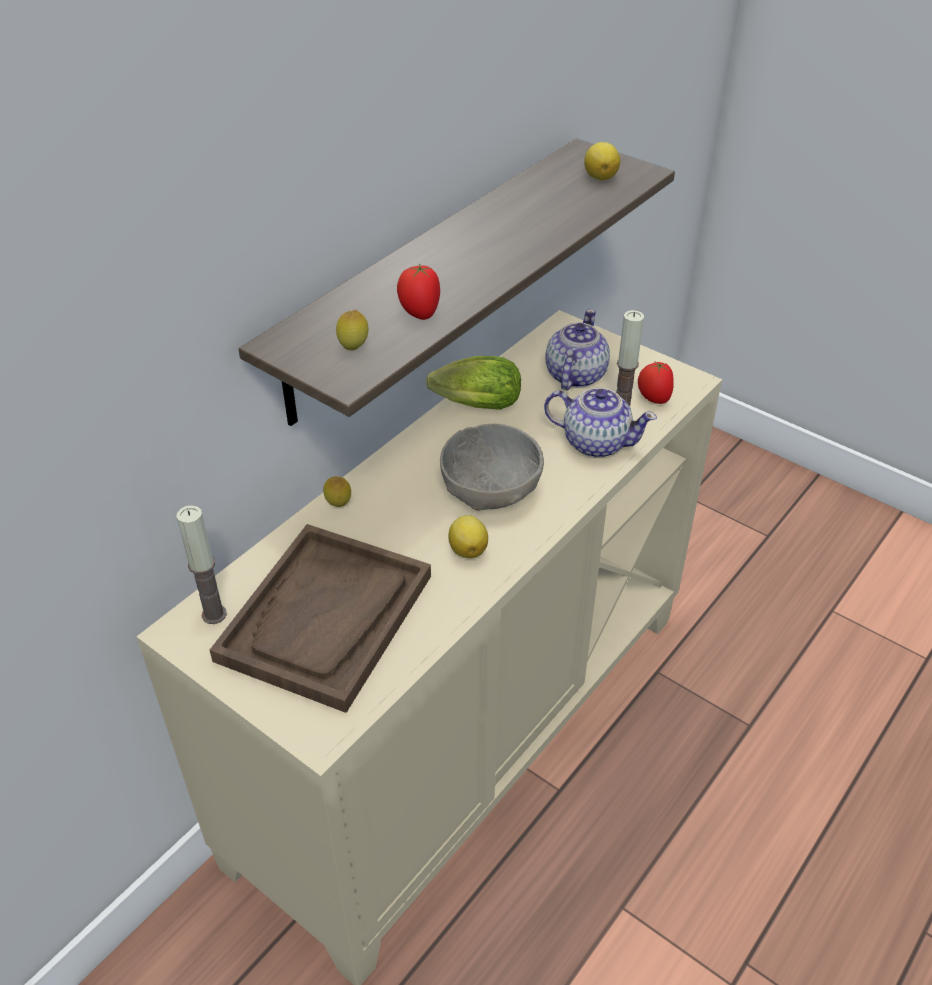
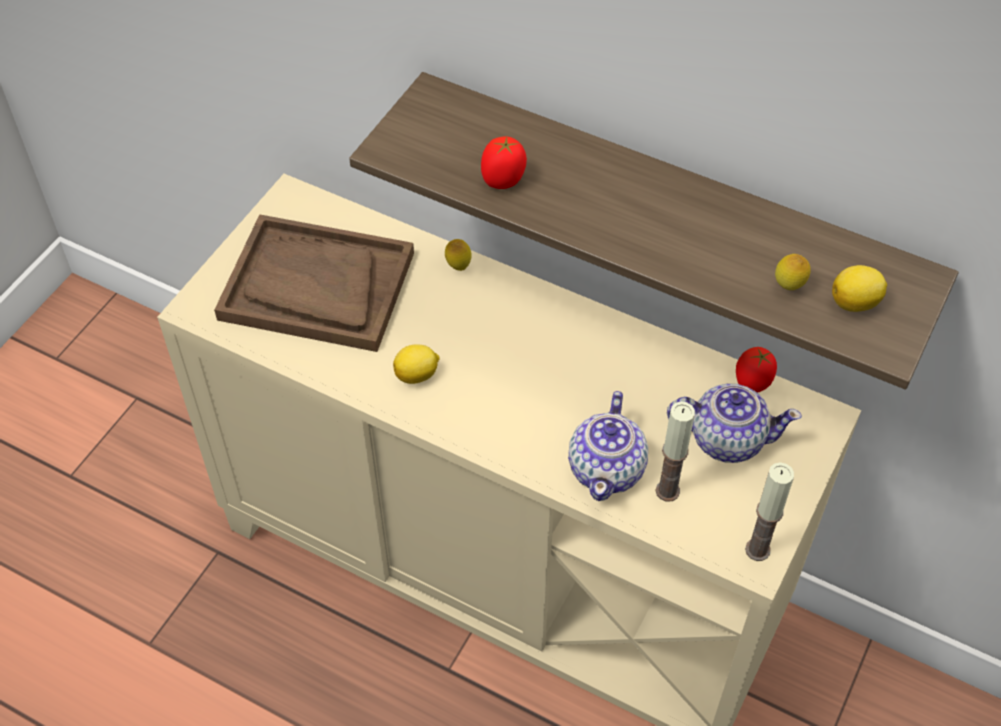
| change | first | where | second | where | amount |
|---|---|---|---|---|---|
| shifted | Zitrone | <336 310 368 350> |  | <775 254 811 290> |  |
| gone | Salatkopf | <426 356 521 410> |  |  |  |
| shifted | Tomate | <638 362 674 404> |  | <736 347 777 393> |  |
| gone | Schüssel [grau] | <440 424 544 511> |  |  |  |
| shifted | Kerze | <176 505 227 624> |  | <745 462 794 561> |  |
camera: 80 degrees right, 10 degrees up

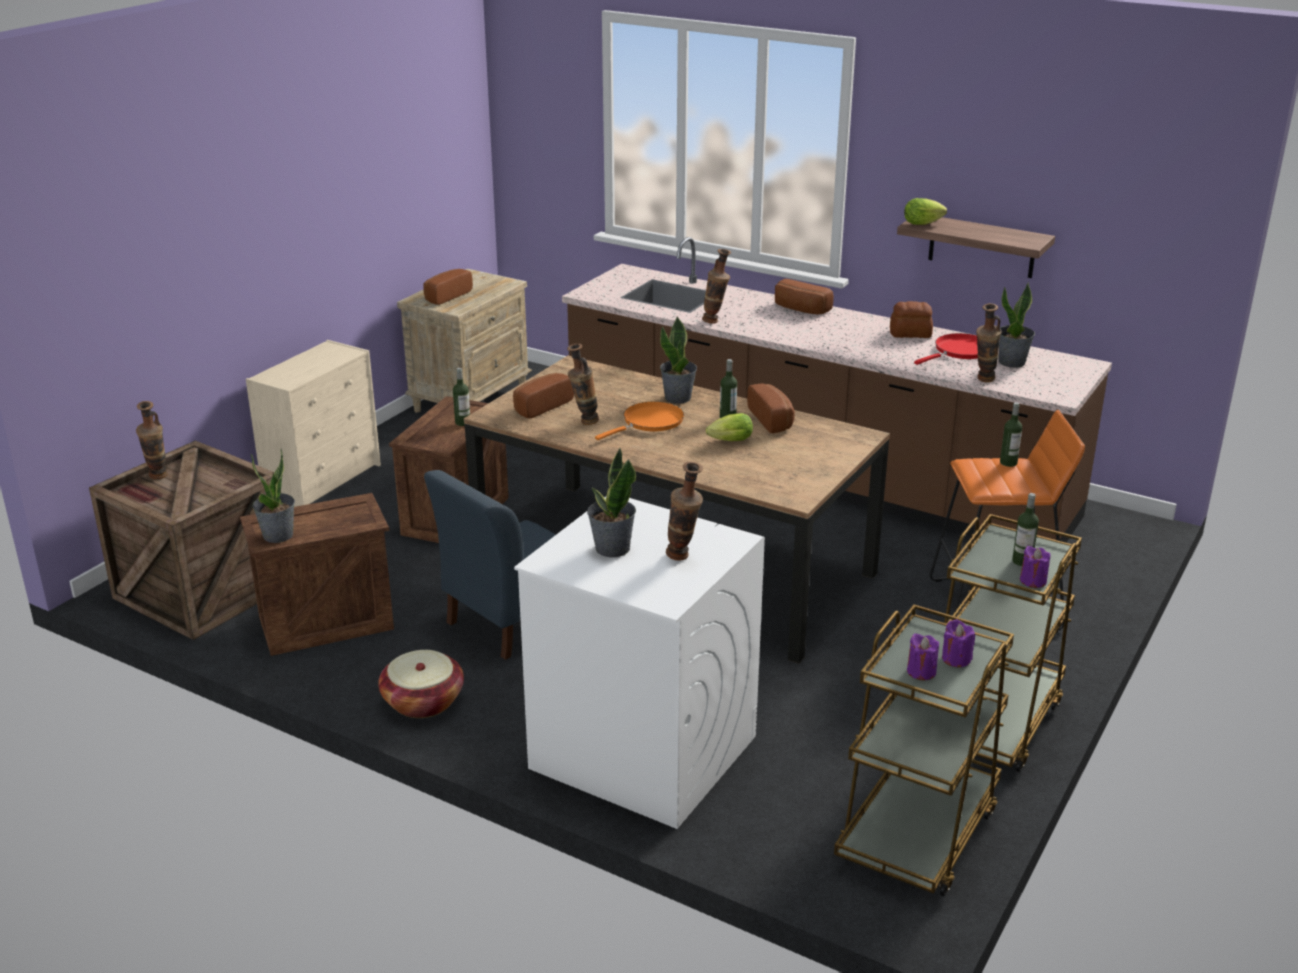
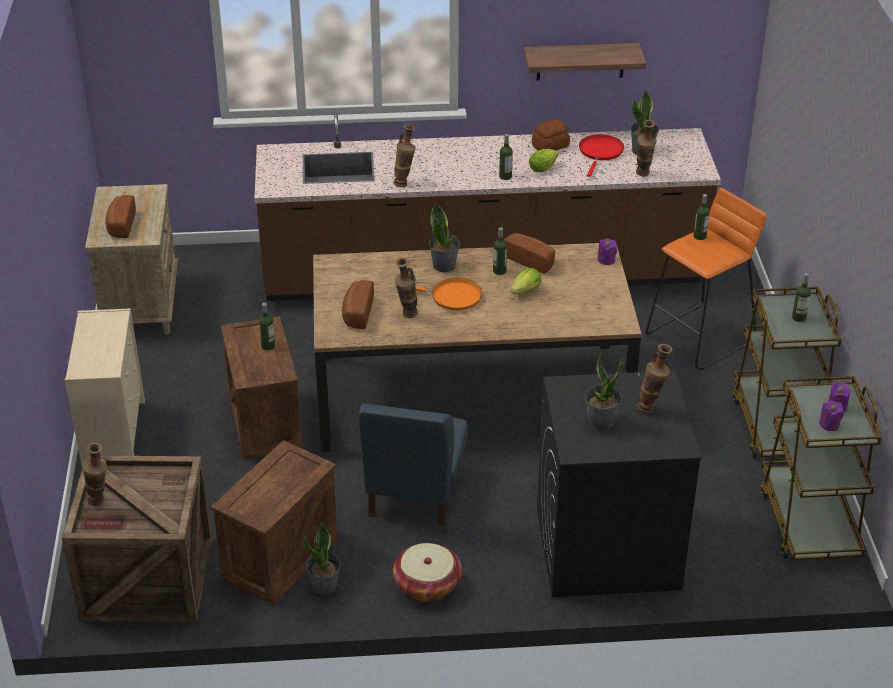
| change | first | where | second | where | amount |
|---|---|---|---|---|---|
| shifted | Salatkopf | <904 198 947 225> |  | <529 149 559 172> |  |
| gone | Brot | <775 279 834 315> |  |  |  |
| rotated | Pfanne [orange] | <595 401 684 440> |  | <396 278 482 311> | 90 degrees clockwise |
| shifted | Topfpflanze | <251 449 295 543> |  | <303 522 340 596> |  |
| repainted | Waschmaschine [weiß] | <514 497 765 829> | Waschmaschine [schwarz] | <537 371 702 597> |  |
| shifted | Kerze [lila] | <1020 546 1051 588> |  | <598 238 617 265> |  |
| new |  |  | Flasche | <499 134 513 180> |  |
camera: 35 degrees left, 10 degrees up

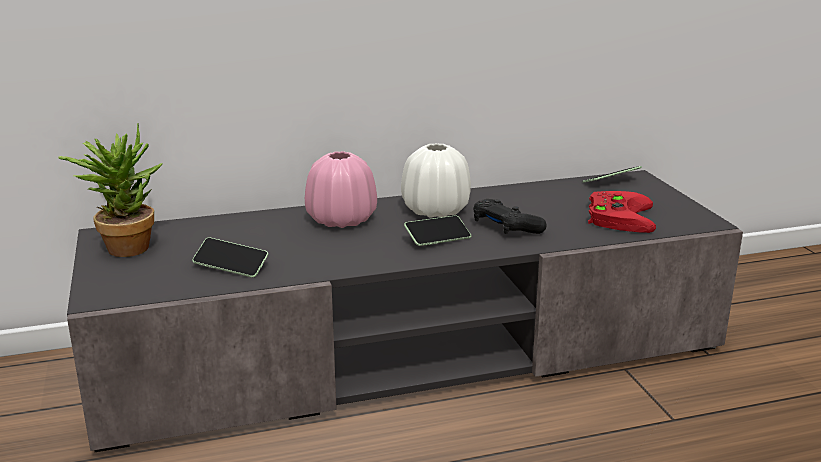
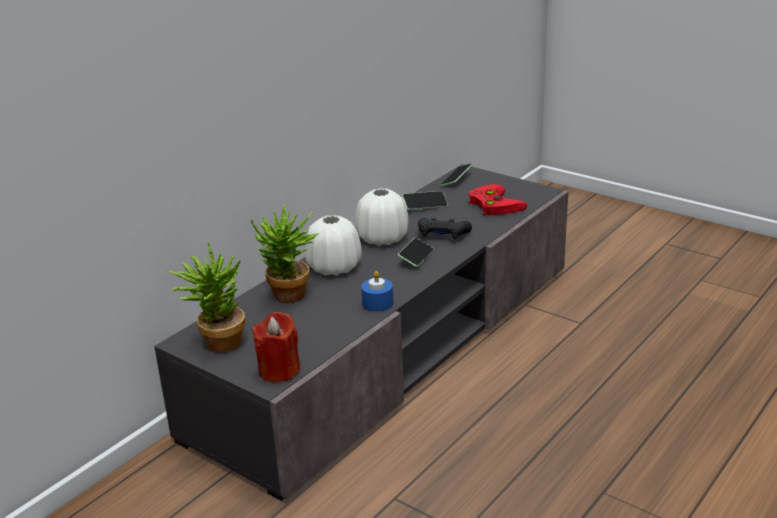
| change | first | where | second | where | amount |
|---|---|---|---|---|---|
| repainted | Vase [rosa] | <305 151 377 228> | Vase [weiß] | <305 215 362 276> |  |
| shifted | Handy | <192 237 268 278> |  | <402 191 448 210> |  |
| new |  |  | Topfpflanze | <251 204 320 303> |  |
| new |  |  | Kerze [blau] | <361 271 393 312> |  |
| new |  |  | Kerze [rot] | <252 312 300 382> |  |
camera: 35 degrees left, 5 degrees up

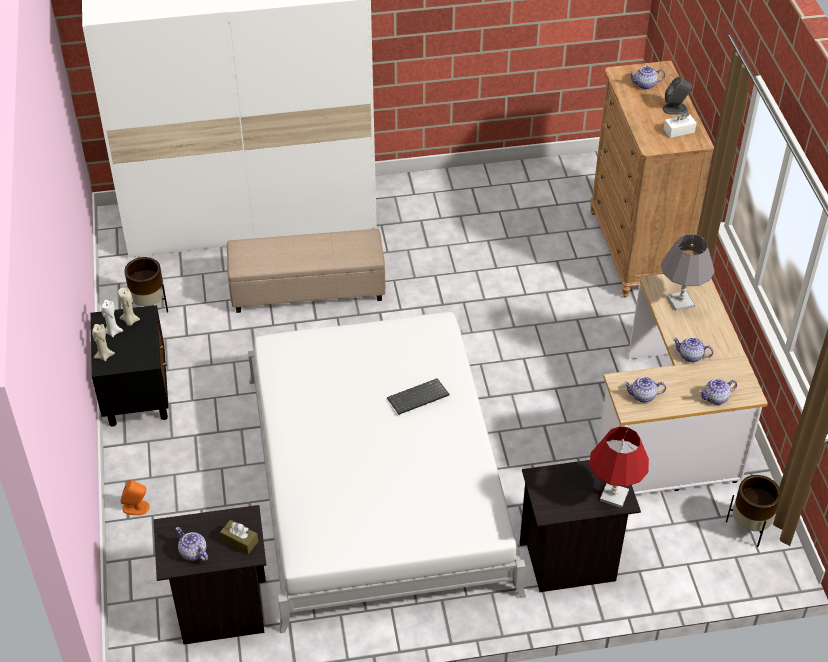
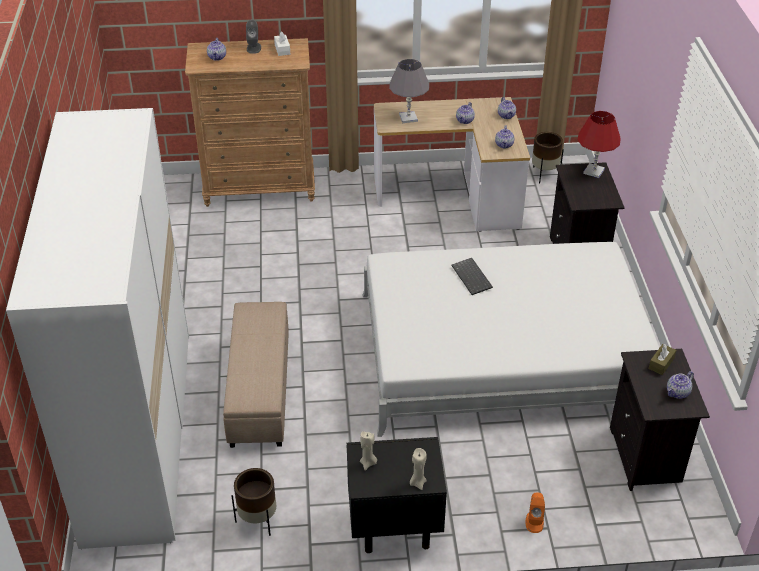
| change | first | where | second | where | amount |
|---|---|---|---|---|---|
| gone | Kerze [weiß] | <101 300 123 337> |  |  |  |
camera: 85 degrees left, 5 degrees down

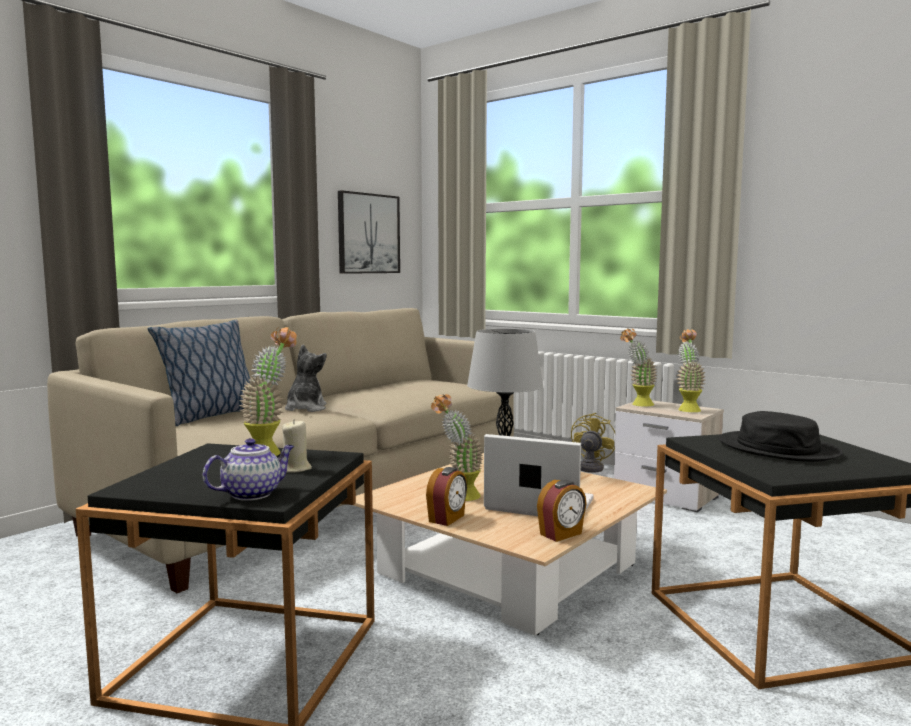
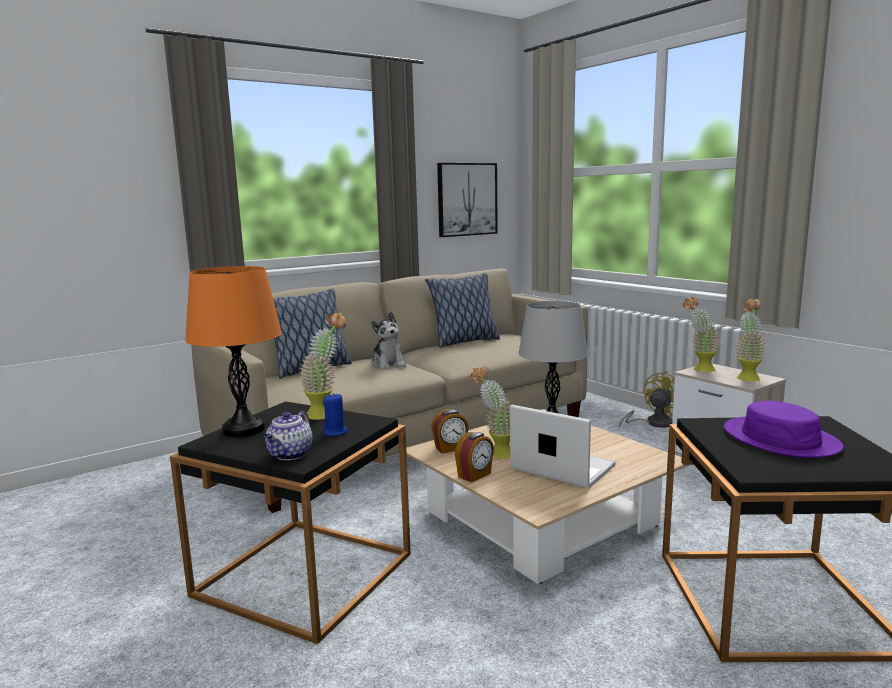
| change | first | where | second | where | amount |
|---|---|---|---|---|---|
| rotated | Plüschtier | <285 344 327 412> |  | <371 312 406 370> | 135 degrees clockwise |
| repainted | Hut [schwarz] | <718 411 843 462> | Hut [lila] | <724 401 844 458> |  |
| repainted | Kerze [beige] | <282 419 312 472> | Kerze [blau] | <323 393 348 436> |  |
| rotated | Teekanne | <203 438 294 501> |  | <264 411 312 460> | 135 degrees clockwise |
| shifted | Wecker | <537 480 587 542> |  | <431 409 469 453> |  |
| new |  |  | Tischlampe [orange] | <185 266 282 437> |  |
| new |  |  | Kissen | <425 273 500 348> |  |
camera: 15 degrees right, 5 degrees up

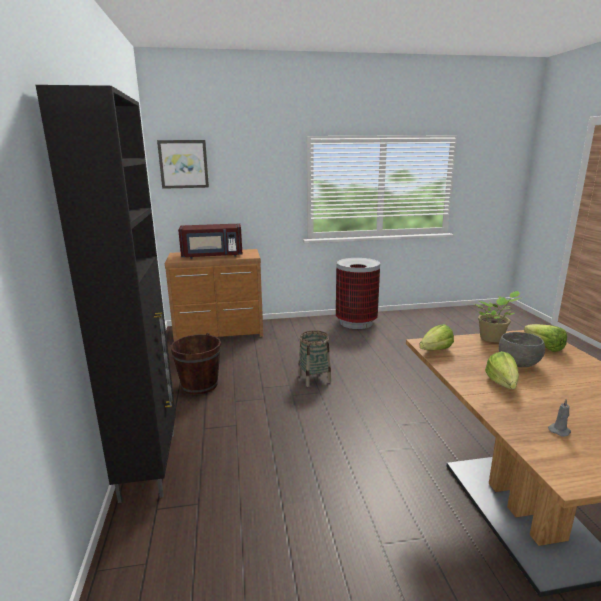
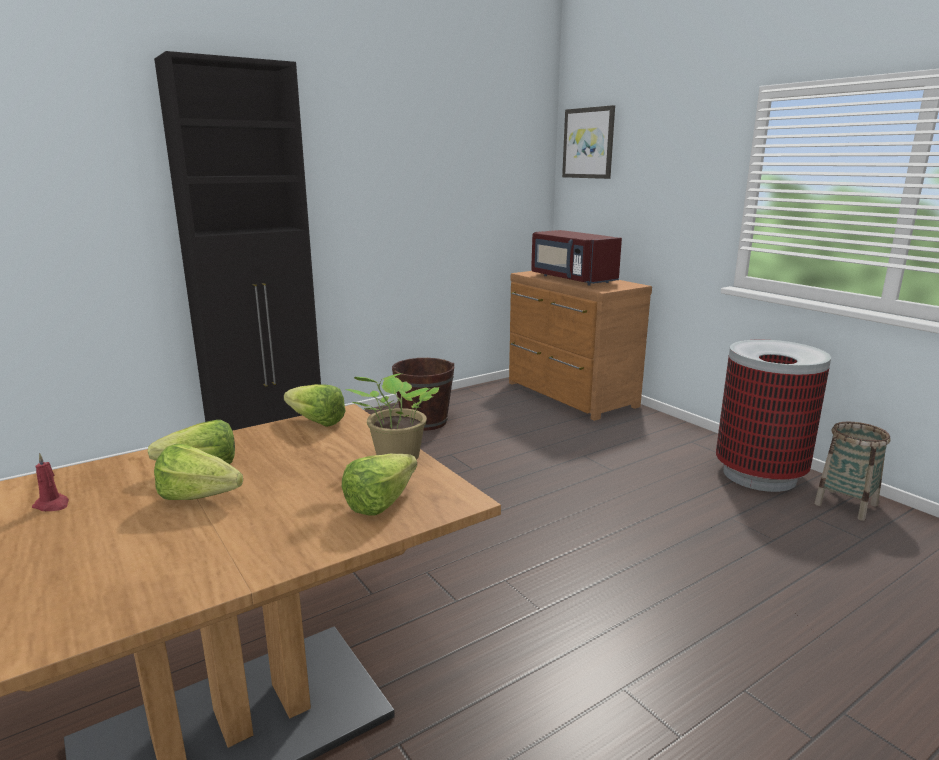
| change | first | where | second | where | amount |
|---|---|---|---|---|---|
| shifted | Korb | <298 330 331 387> |  | <814 422 891 521> |  |
| gone | Schüssel [grau] | <499 332 545 367> |  |  |  |
| repainted | Kerze [grau] | <548 398 571 437> | Kerze [rot] | <32 453 69 511> |  |
| new |  |  | Salatkopf | <154 444 243 500> |  |
camera: 65 degrees right, 0 degrees up

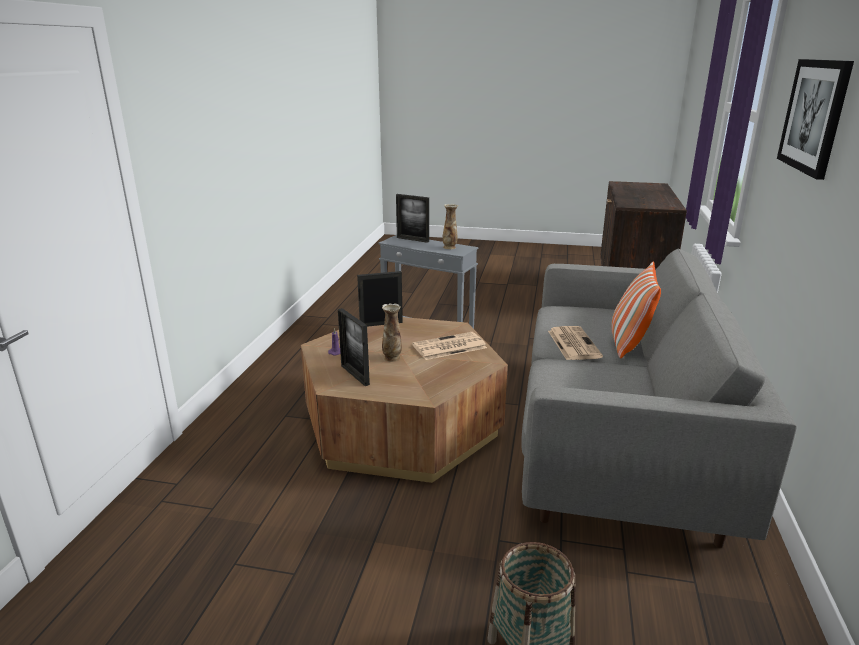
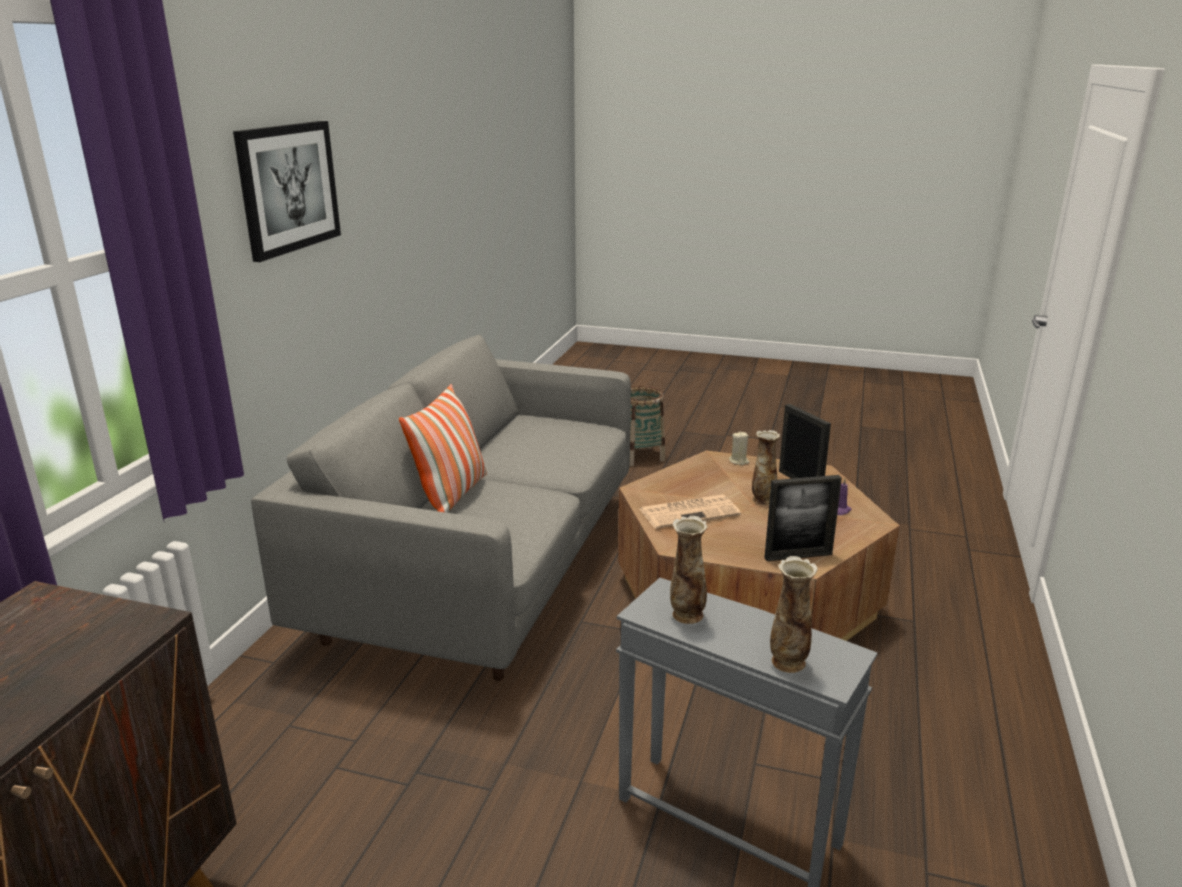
| change | first | where | second | where | amount |
|---|---|---|---|---|---|
| swapped | Bilderrahmen | <396 194 429 243> | Vase | <770 556 818 673> |  |
| gone | Zeitung | <548 326 603 360> |  |  |  |
| new |  |  | Kerze [beige] | <729 432 750 465> |  |
camera: 175 degrees left, 0 degrees up

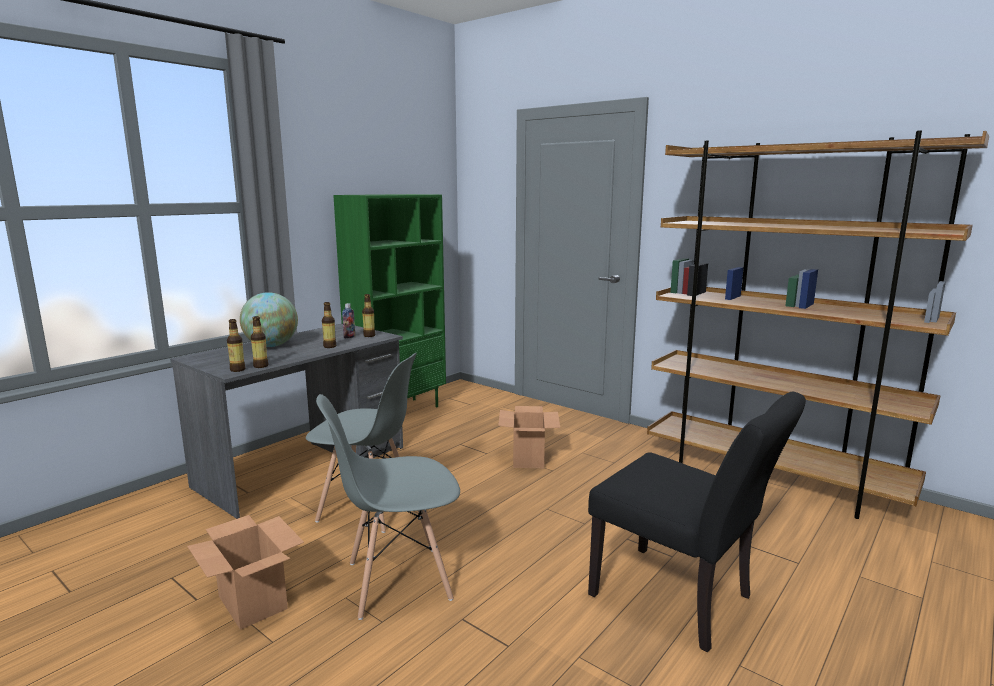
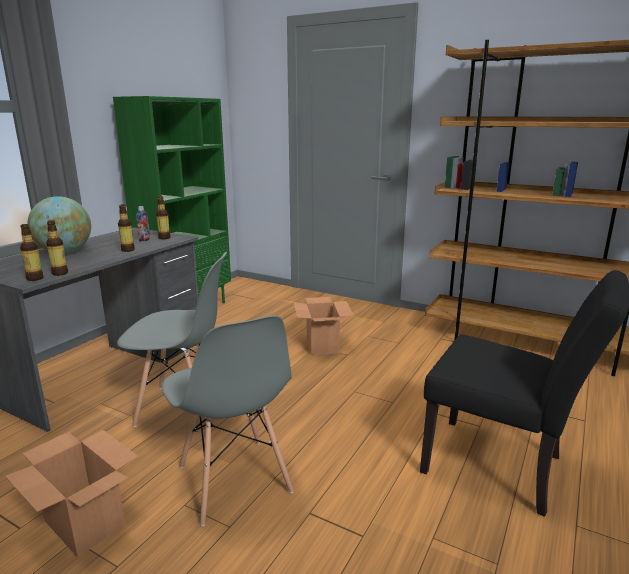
| change | first | where | second | where | amount |
|---|---|---|---|---|---|
| rotated | Stuhl [grau] | <316 394 460 620> |  | <162 315 294 526> | 90 degrees counterclockwise |
camera: 10 degrees left, 5 degrees up

